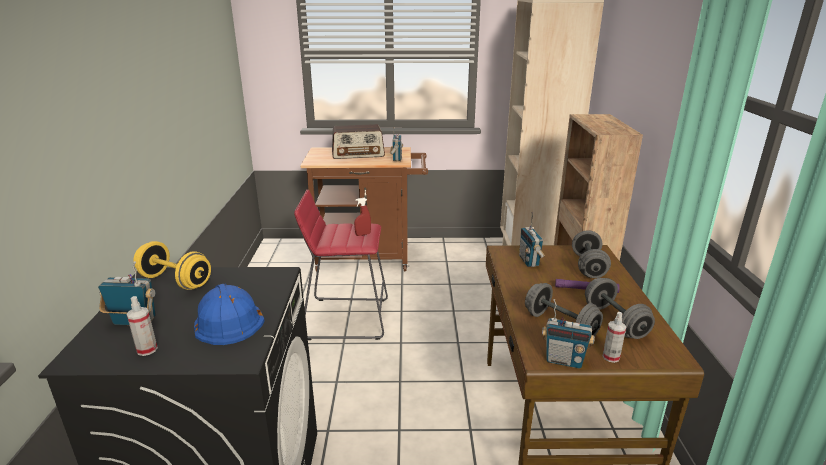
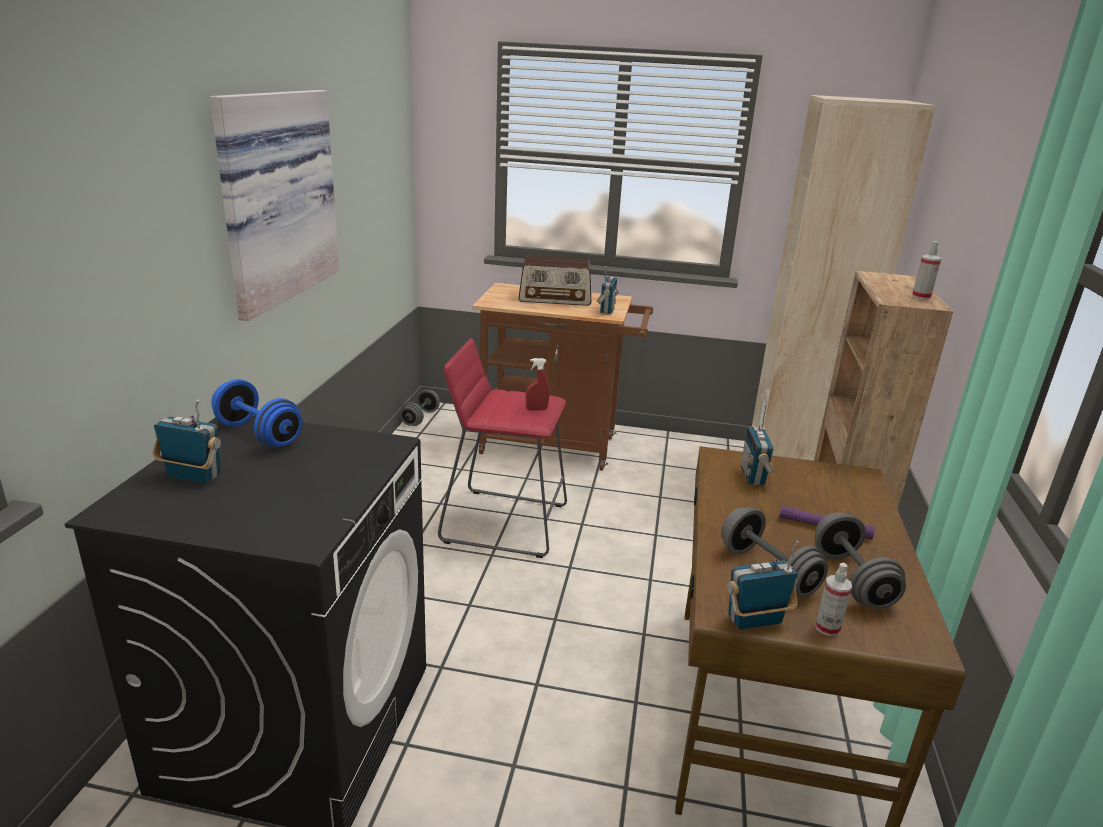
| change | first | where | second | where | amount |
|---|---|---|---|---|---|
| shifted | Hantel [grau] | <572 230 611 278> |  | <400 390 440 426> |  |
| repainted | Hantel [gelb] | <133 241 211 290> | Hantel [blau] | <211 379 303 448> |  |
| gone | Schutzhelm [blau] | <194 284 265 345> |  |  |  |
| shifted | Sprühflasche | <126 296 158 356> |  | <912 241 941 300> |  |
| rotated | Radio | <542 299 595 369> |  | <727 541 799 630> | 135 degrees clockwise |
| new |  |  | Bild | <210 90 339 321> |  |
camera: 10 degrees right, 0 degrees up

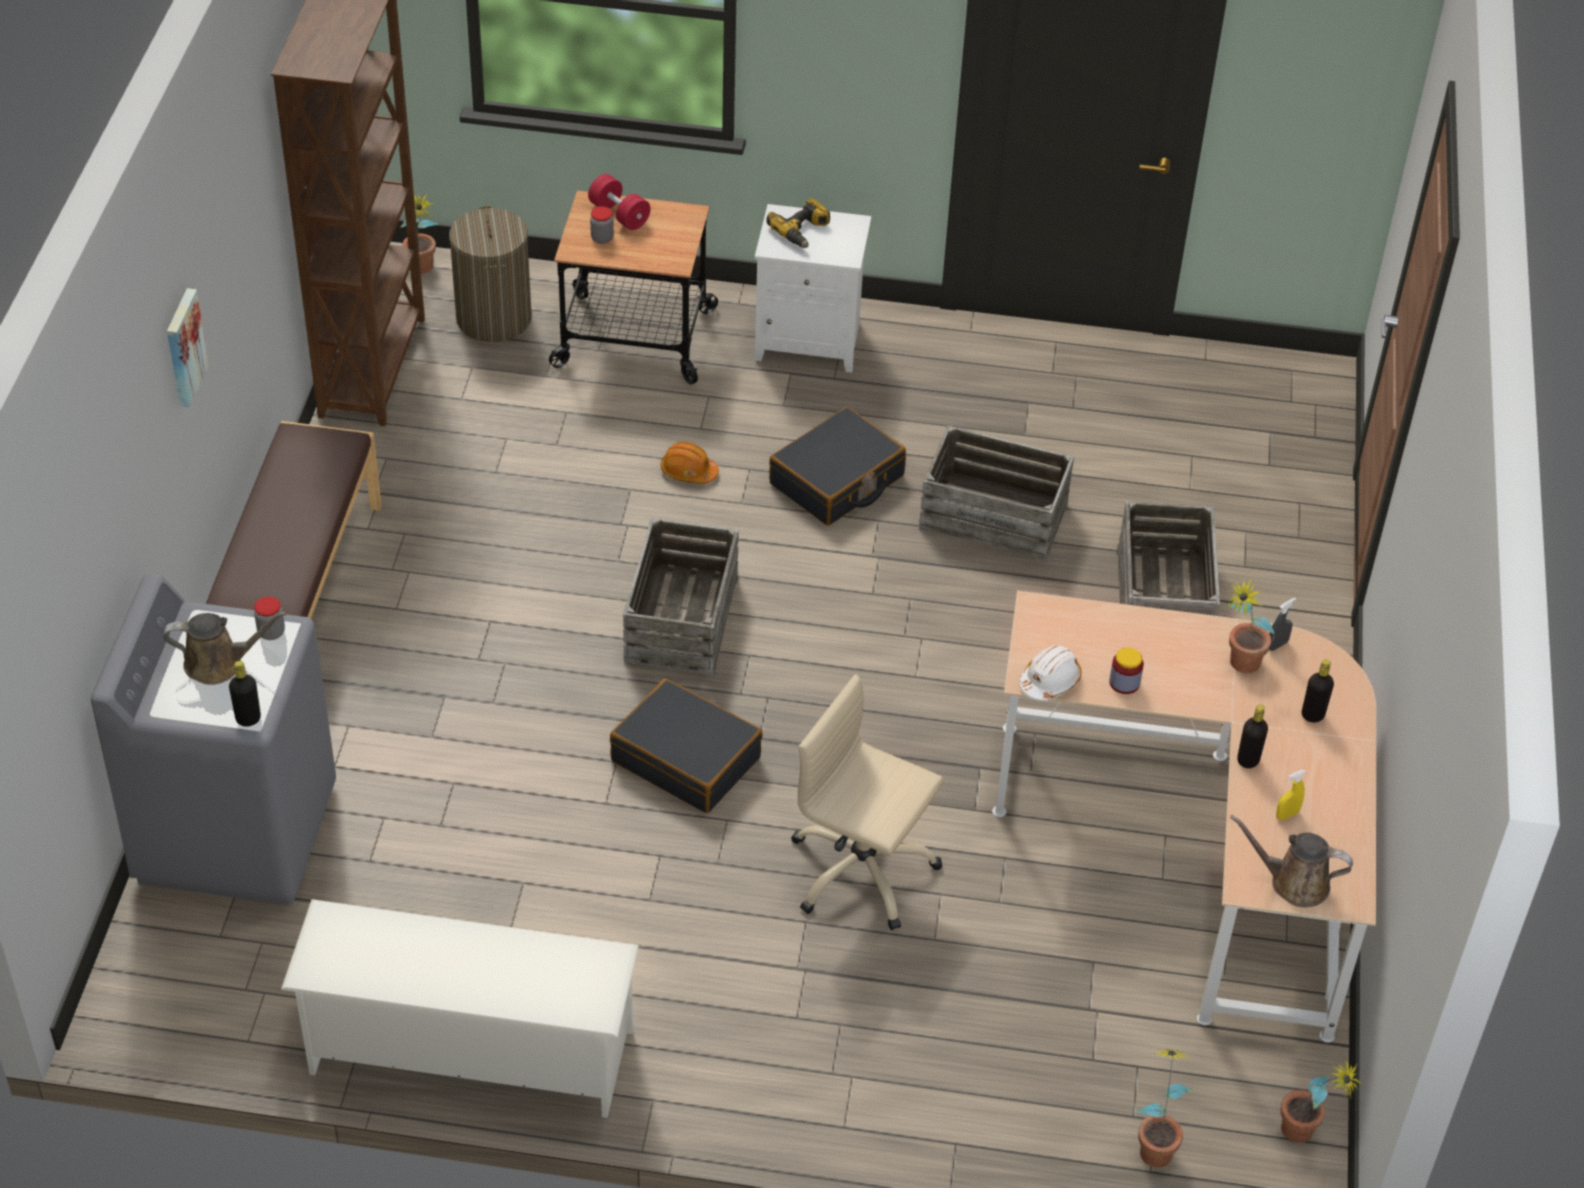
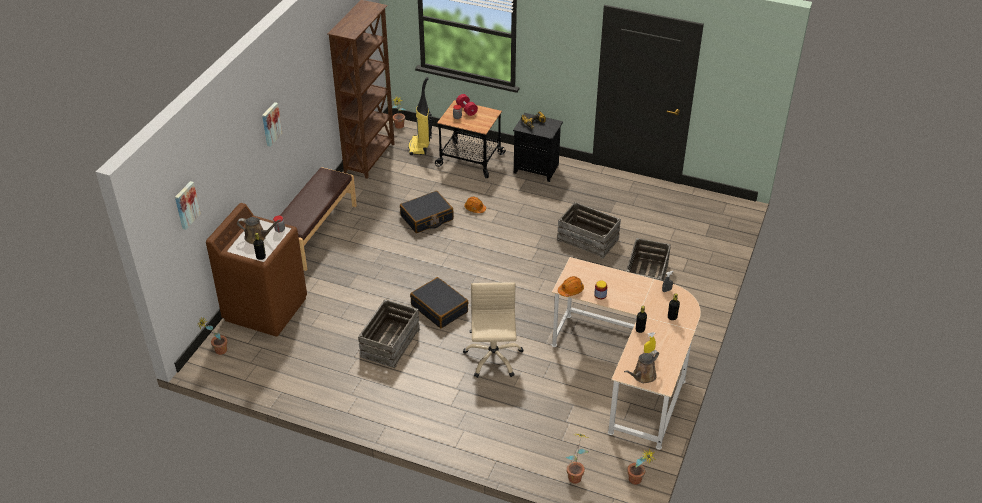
| change | first | where | second | where | amount |
|---|---|---|---|---|---|
| repainted | Nachttisch [weiß] | <755 204 871 372> | Nachttisch [schwarz] | <513 113 563 182> |  |
| swapped | Wäschekorb | <449 206 531 342> | Staubsauger | <408 77 433 155> |  |
| shifted | Koffer [schwarz] | <769 407 906 525> |  | <400 191 454 233> |  |
| shifted | Kiste | <623 518 739 675> |  | <358 299 420 368> |  |
| repainted | Waschmaschine [grau] | <91 573 336 905> | Waschmaschine [braun] | <206 203 307 337> |  |
| shifted | Topfpflanze | <1226 578 1274 673> |  | <197 317 227 355> |  |
| repainted | Schutzhelm [weiß] | <1019 645 1082 701> | Schutzhelm [orange] | <558 276 584 297> |  |
| rotated | Bürostuhl [beige] | <791 674 944 930> |  | <463 282 524 378> | 45 degrees clockwise |
| rotated | Gießkanne [braun] | <1230 815 1353 908> |  | <624 350 659 383> | 75 degrees counterclockwise |
| gone | Schuhregal [weiß] | <281 899 639 1118> |  |  |  |
| new |  |  | Bild | <175 181 201 230> |  |
camera: 15 degrees right, 5 degrees down

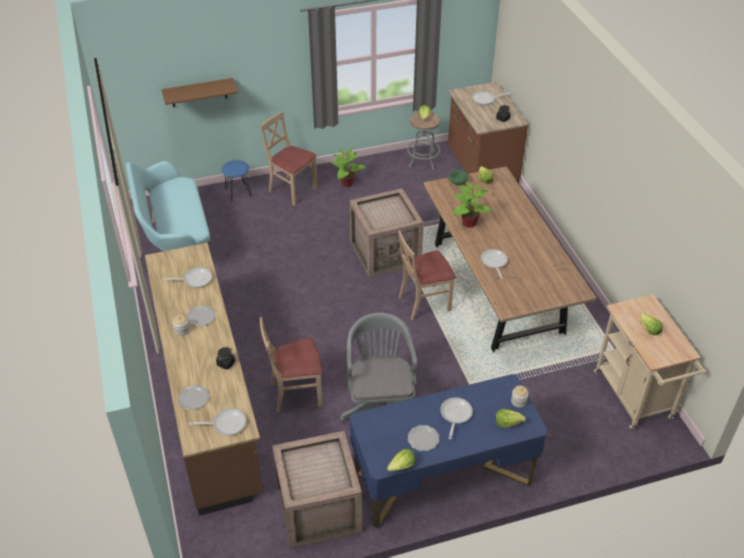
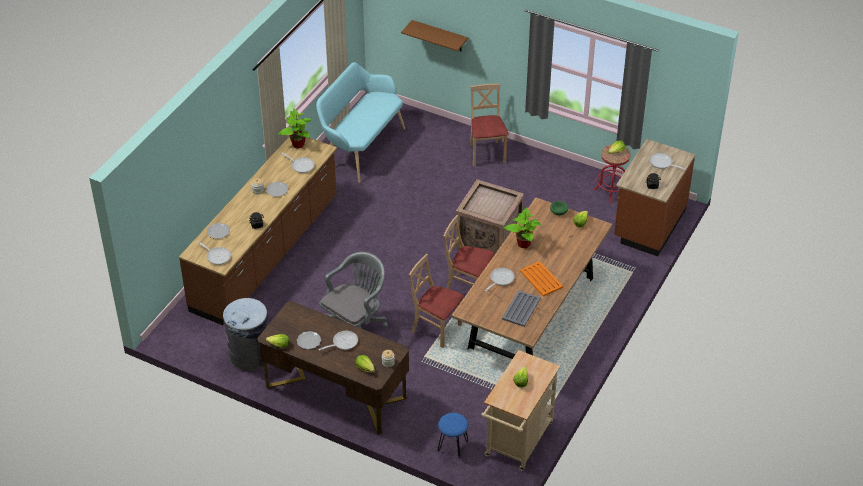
| change | first | where | second | where | amount |
|---|---|---|---|---|---|
| repainted | Hocker [grau] | <407 112 440 170> | Hocker [rot] | <594 144 631 203> |  |
| shifted | Topfpflanze | <331 148 366 187> |  | <278 109 312 149> |  |
| shifted | Hocker [blau] | <222 160 252 202> |  | <437 413 468 459> |  |
| shifted | Stuhl [beige] | <260 317 323 412> |  | <409 254 464 348> |  |
| repainted | Schreibtisch [blau] | <350 374 548 528> | Schreibtisch [braun] | <257 301 409 435> |  |
| swapped | Kiste | <272 431 362 549> | Mülleimer [grau] | <223 298 268 371> |  |
| new |  |  | Tablett [orange] | <520 261 563 297> |  |
| new |  |  | Tablett [grau] | <502 290 541 327> |  |
camera: 45 degrees right, 0 degrees up

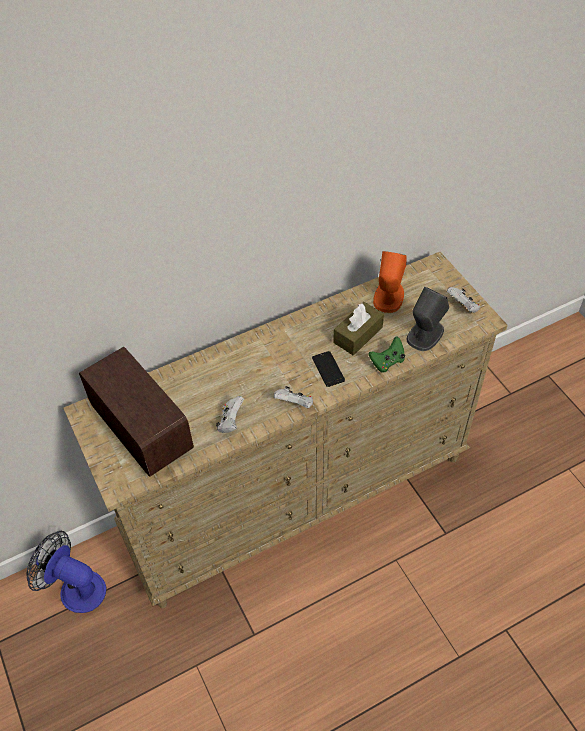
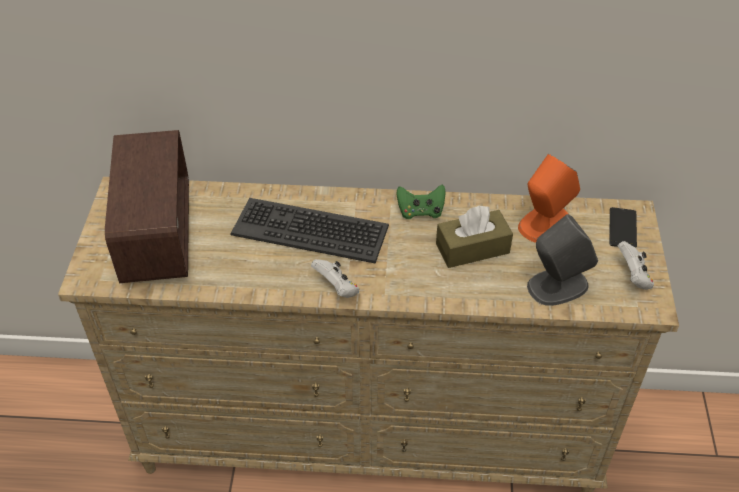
| change | first | where | second | where | amount |
|---|---|---|---|---|---|
| shifted | Gamepad [grün] | <368 337 405 373> |  | <396 185 446 219> |  |
| shifted | Handy | <312 351 345 387> |  | <609 207 637 248> |  |
| gone | Gamepad [weiß] | <216 396 244 433> |  |  |  |
| gone | Ventilator | <27 531 106 613> |  |  |  |
| new |  |  | Tastatur | <230 198 389 263> |  |
camera: 30 degrees right, 5 degrees down

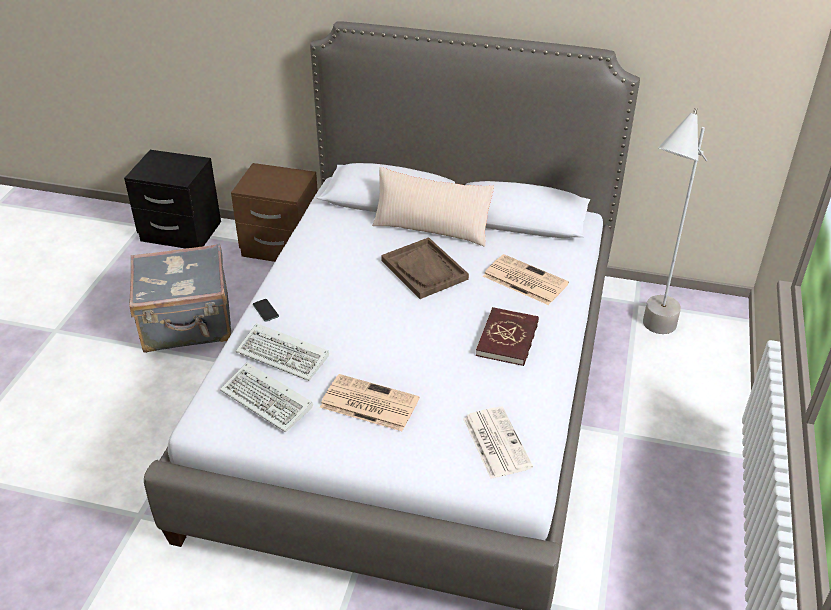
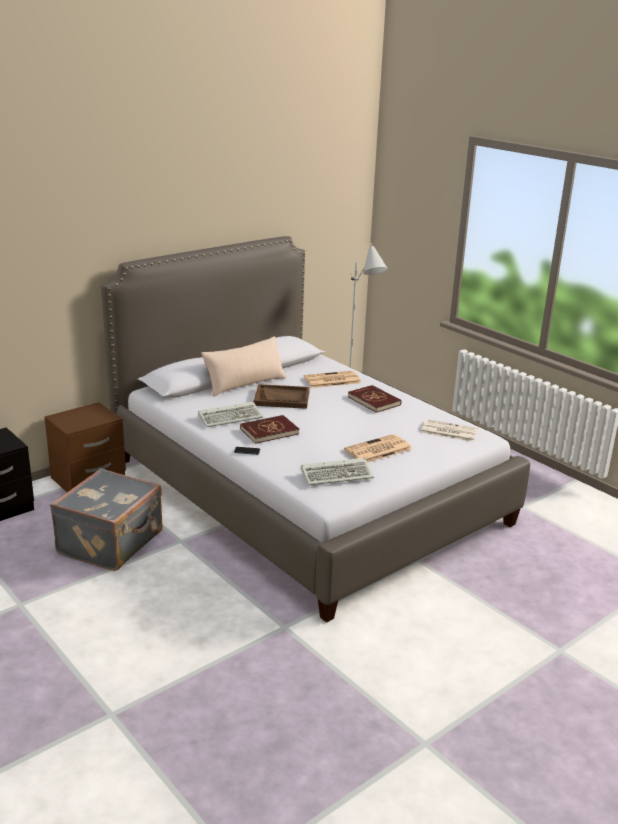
| change | first | where | second | where | amount |
|---|---|---|---|---|---|
| shifted | Tastatur | <236 323 329 381> |  | <198 402 263 427> |  |
| new |  |  | Buch [rot] | <240 415 299 444> |  |
camera: 55 degrees left, 15 degrees down

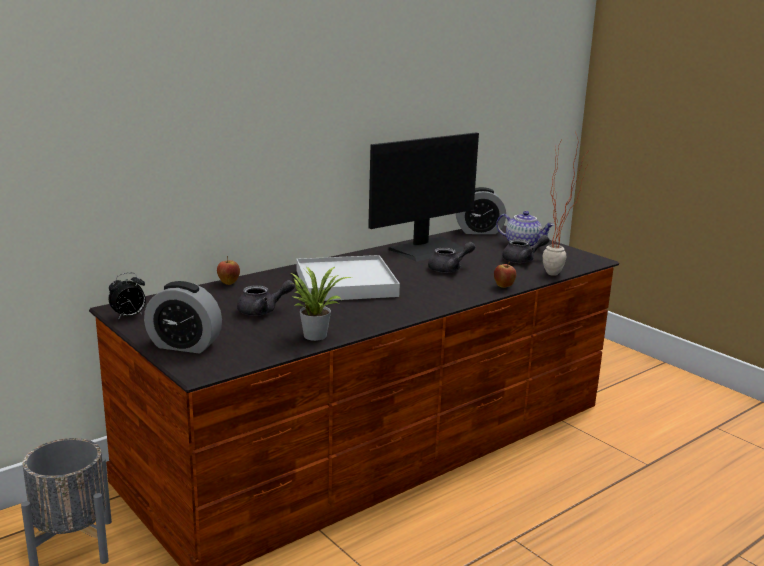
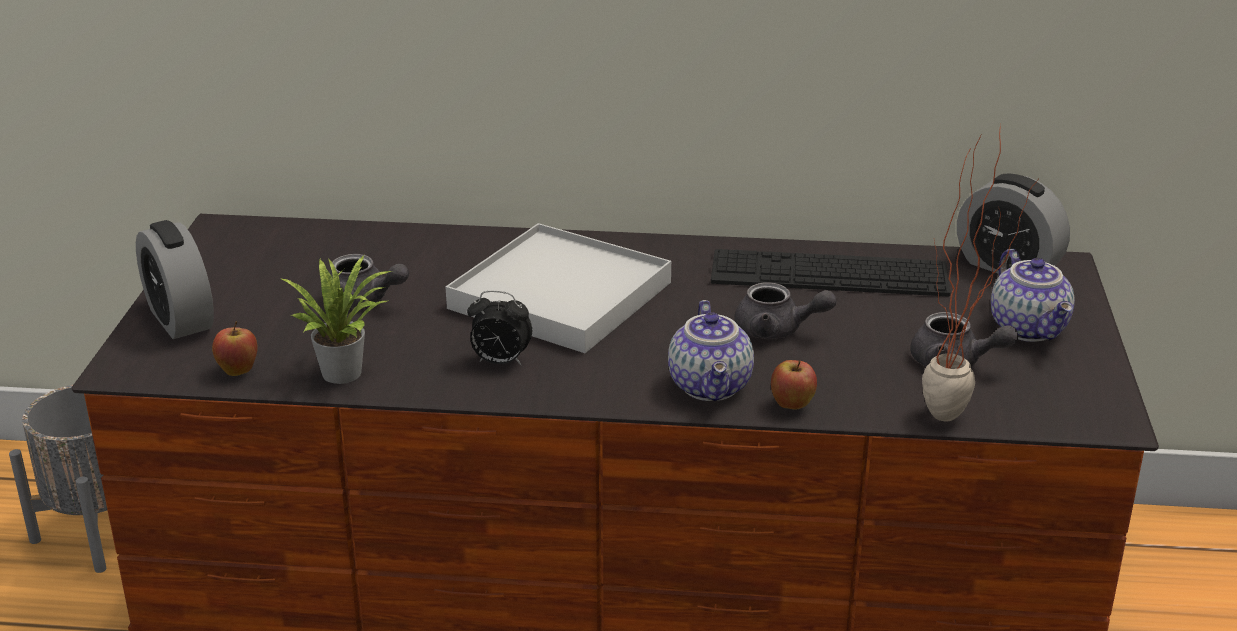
| change | first | where | second | where | amount |
|---|---|---|---|---|---|
| swapped | Monitor | <368 133 479 262> | Tastatur | <711 249 951 297> |  |
| shifted | Apfel | <217 256 240 285> |  | <212 321 258 376> |  |
| shifted | Wecker | <109 272 146 320> |  | <467 291 532 365> |  |
| new |  |  | Teekanne | <668 300 754 401> |  |
camera: 45 degrees right, 10 degrees up

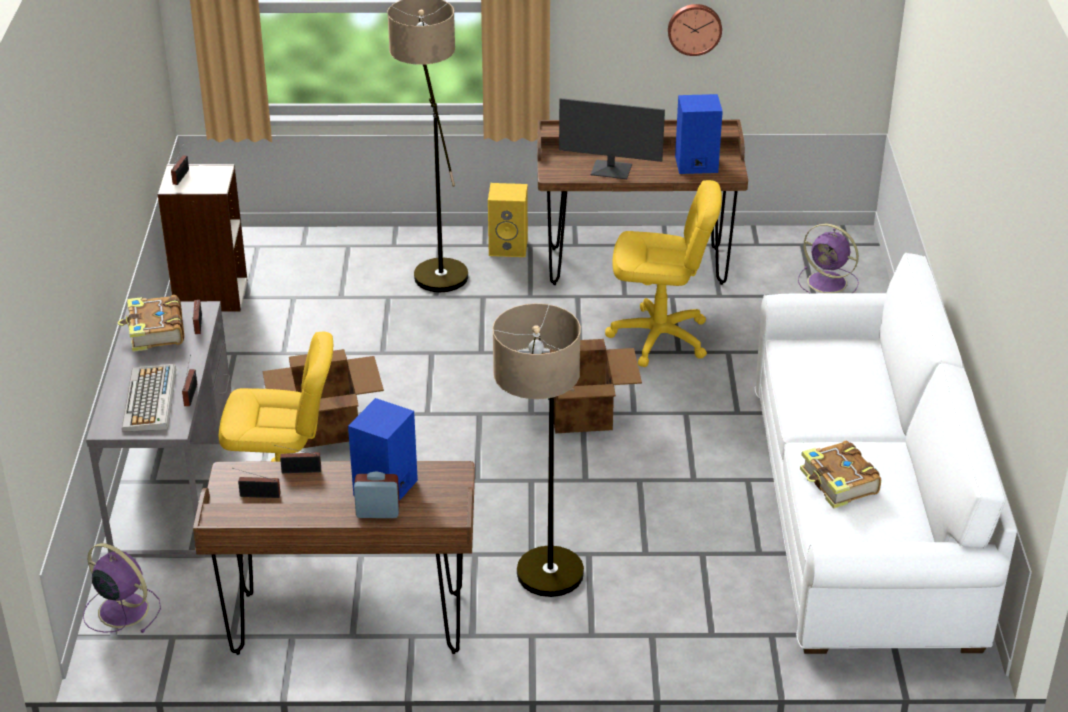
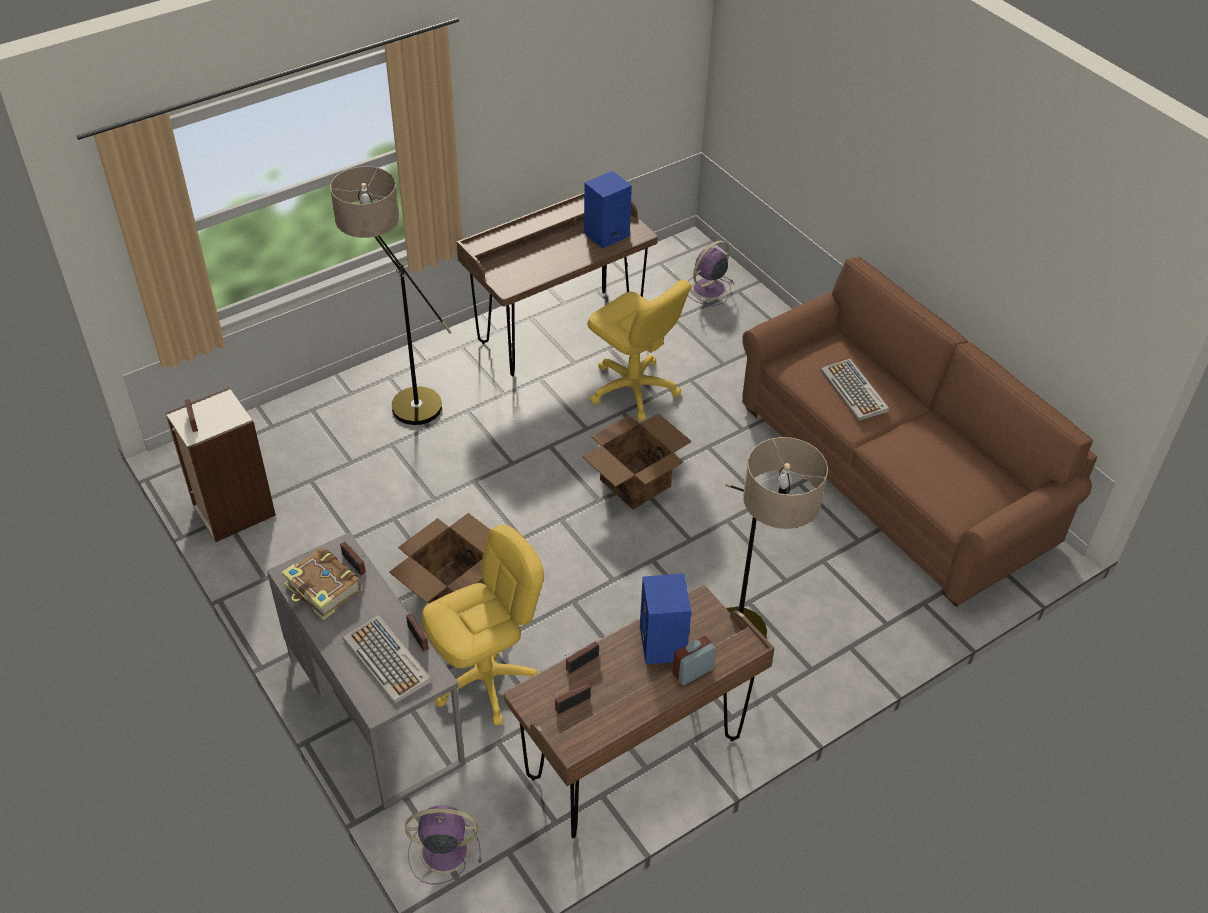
| change | first | where | second | where | amount |
|---|---|---|---|---|---|
| gone | Wanduhr | <668 4 722 56> |  |  |  |
| gone | Monitor | <559 98 665 179> |  |  |  |
| rotated | Bürostuhl [gelb] | <605 180 722 367> |  | <588 279 692 421> | 75 degrees clockwise |
| gone | Lautsprecher [gelb] | <488 183 528 257> |  |  |  |
| rotated | Ventilator [lila] | <798 224 859 293> |  | <688 241 734 306> | 135 degrees clockwise |
| repainted | Sofa [weiß] | <755 252 1017 654> | Sofa [braun] | <742 256 1097 607> |  |
| gone | Buch | <800 441 881 509> |  |  |  |
| new |  |  | Tastatur | <821 359 890 421> |  |
camera: 35 degrees left, 10 degrees up

